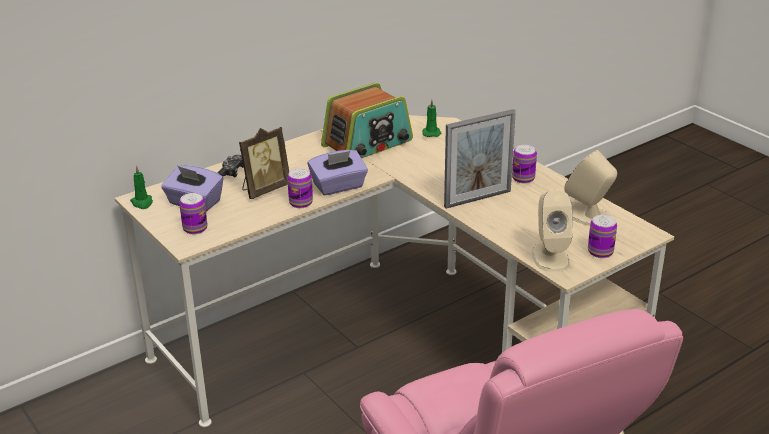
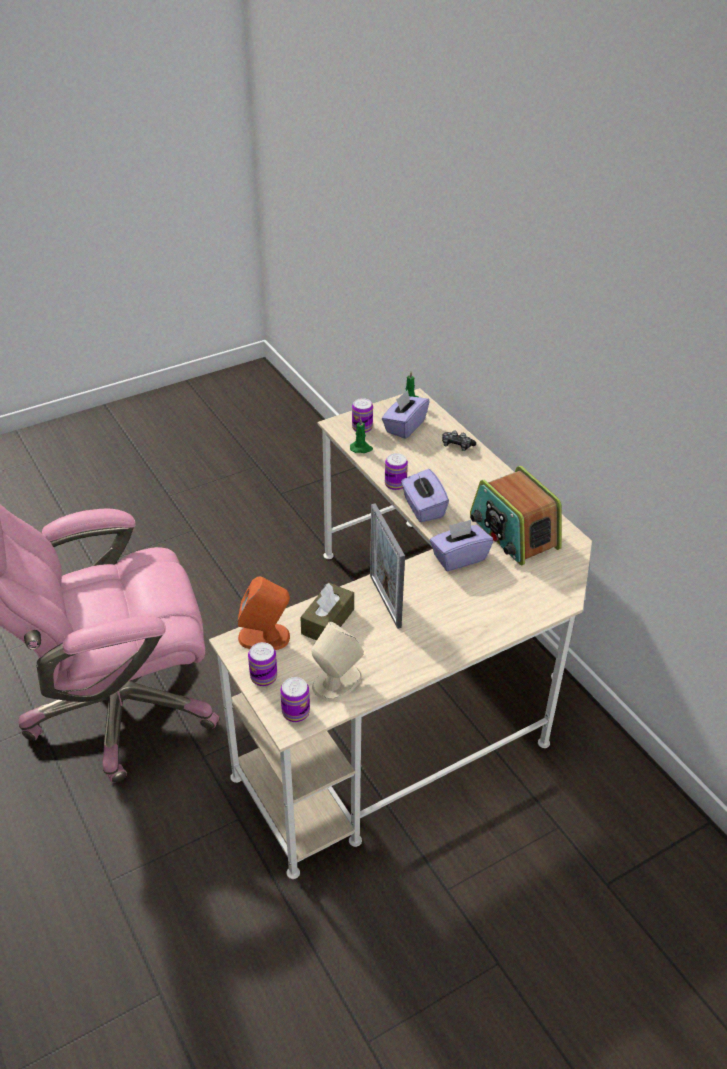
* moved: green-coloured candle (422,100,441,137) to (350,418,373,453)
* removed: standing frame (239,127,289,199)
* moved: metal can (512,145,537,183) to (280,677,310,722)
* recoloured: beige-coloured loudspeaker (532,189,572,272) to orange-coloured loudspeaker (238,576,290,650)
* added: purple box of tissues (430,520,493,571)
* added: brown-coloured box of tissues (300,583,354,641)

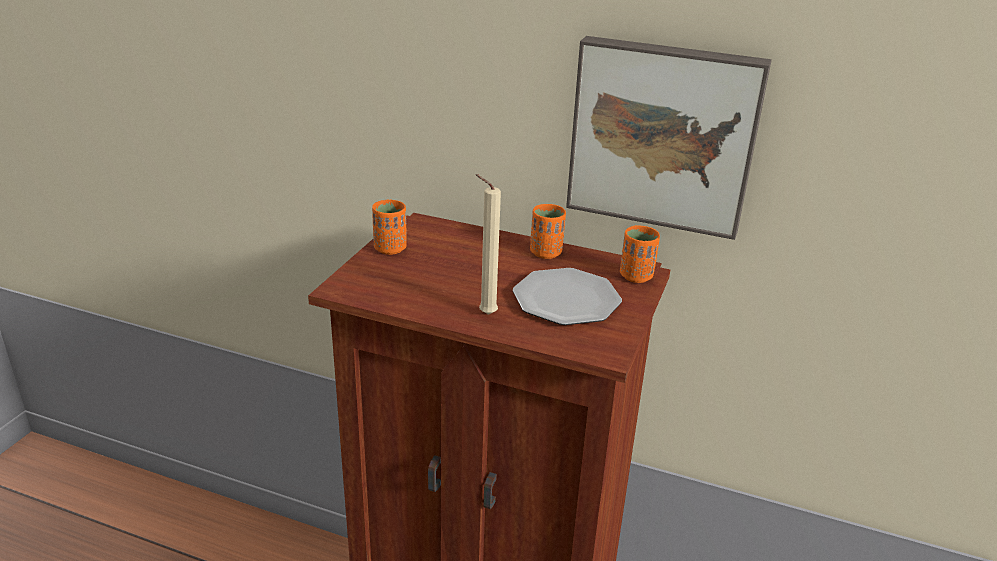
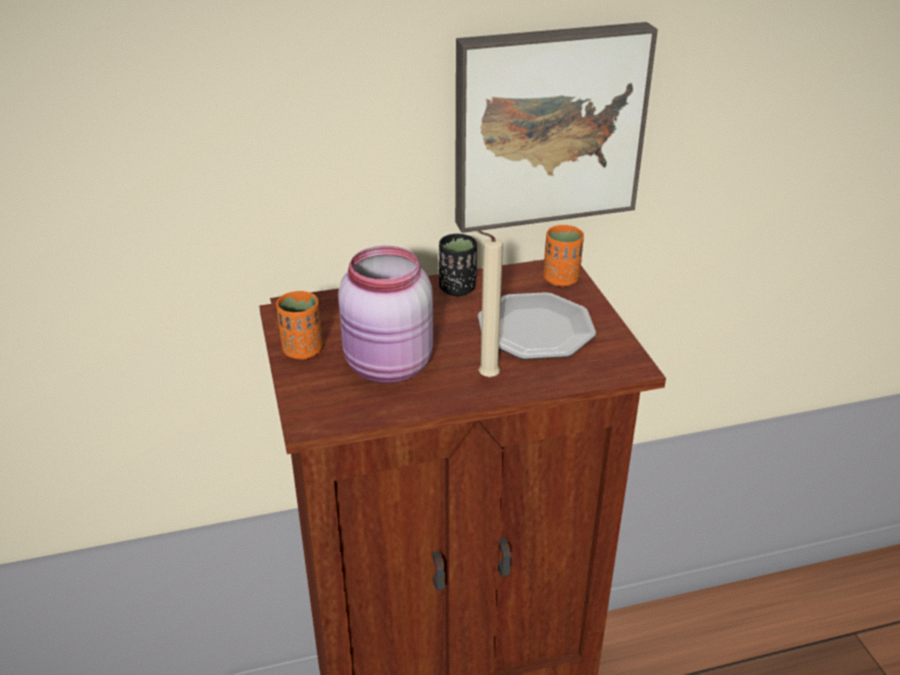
* recoloured: orange-coloured small cup (530,204,566,259) to blackish small cup (439,234,477,296)
* added: pink-coloured preserve jar (338,246,434,384)

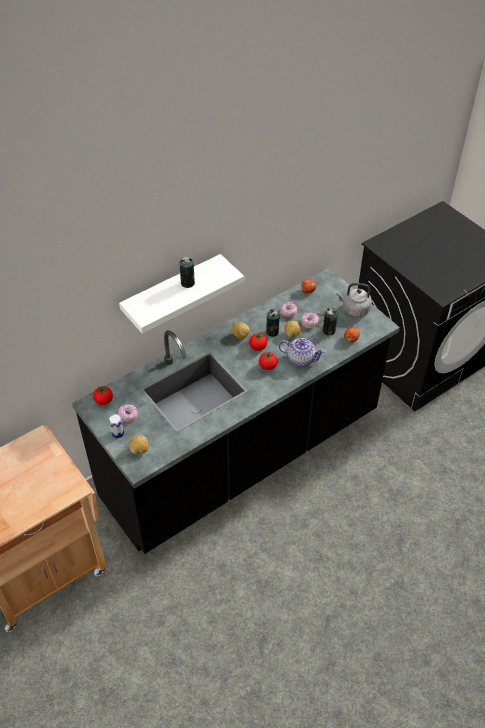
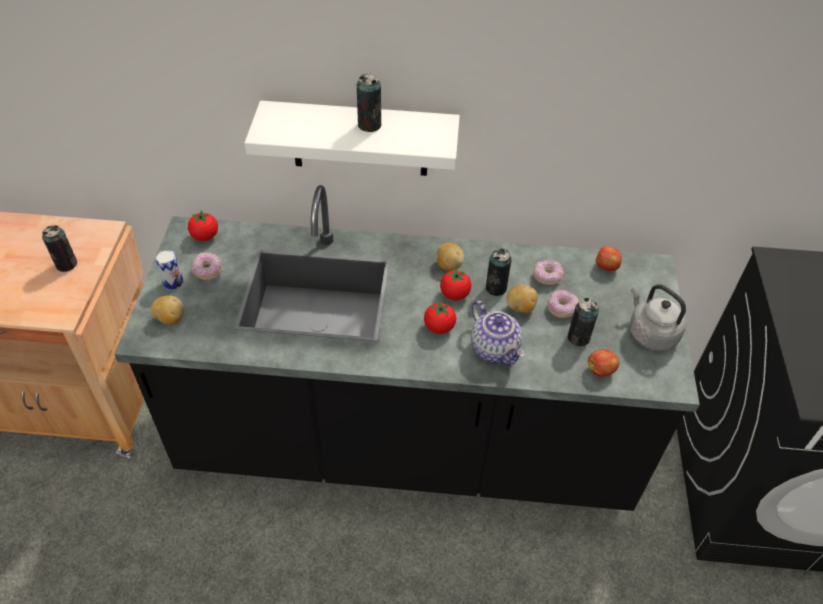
* added: metal can (42,225,77,272)

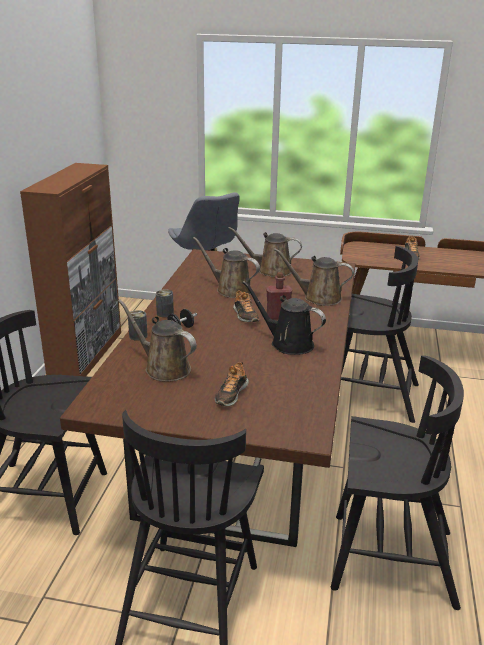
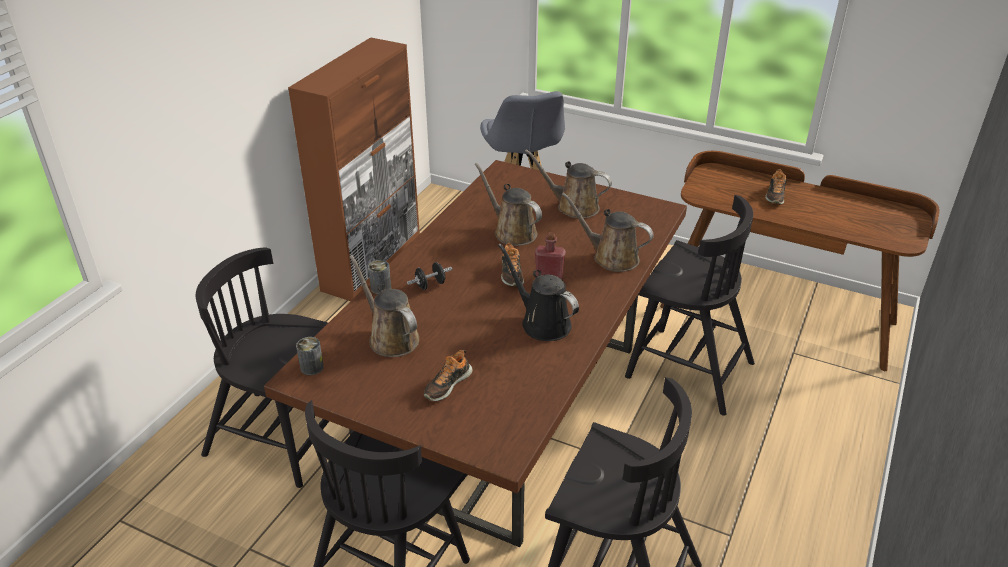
* moved: metal can (156,289,174,317) to (296,337,324,375)

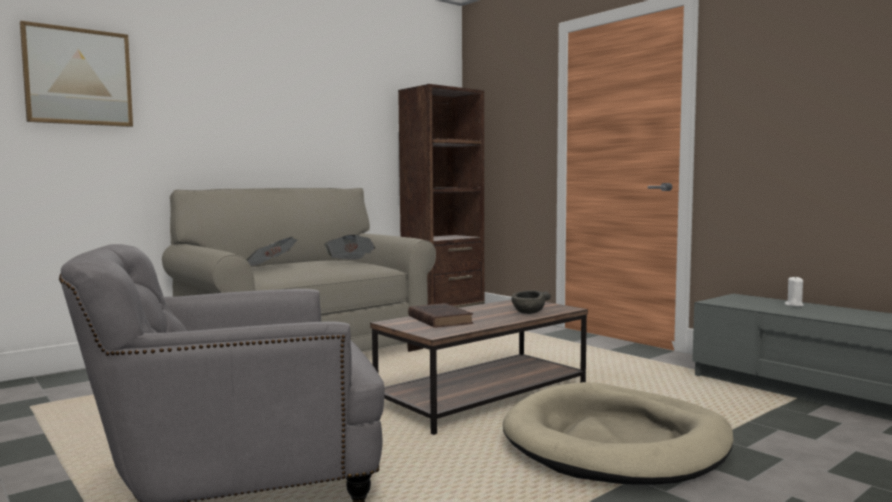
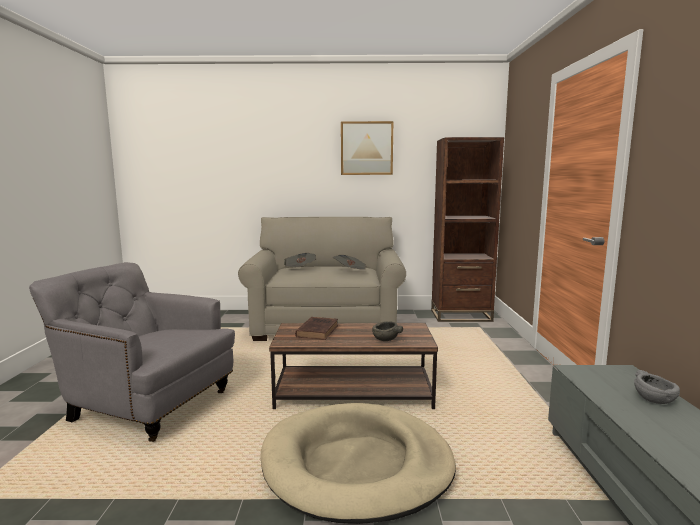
* moved: picture (20,21,133,127) to (341,121,393,175)
* replaced: white candle (784,276,804,307) to greyish serving bowl (634,370,680,404)

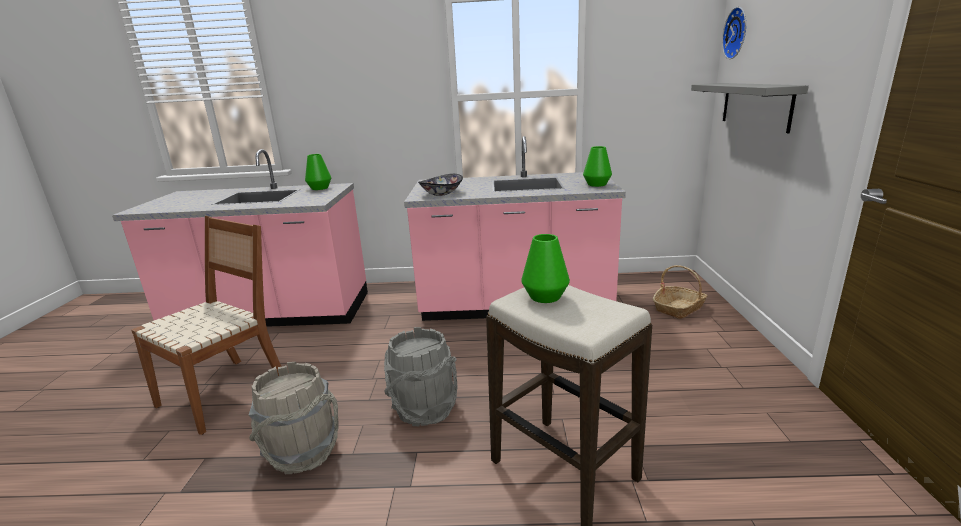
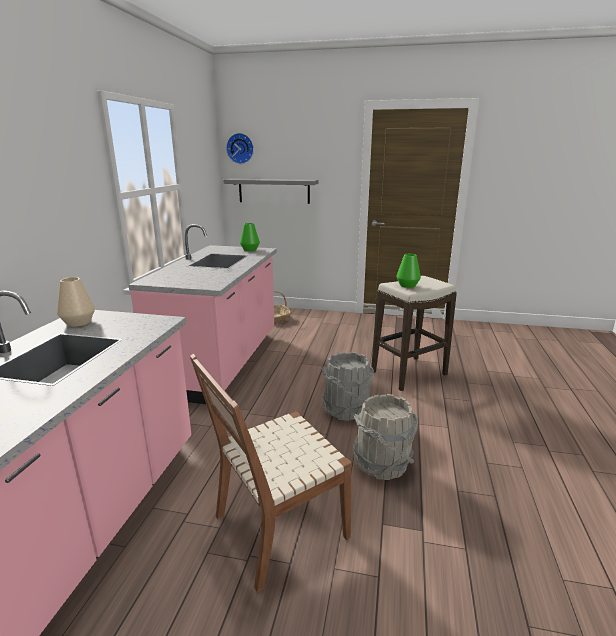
* recoloured: green-coloured flower vase (305,154,331,190) to beige-coloured flower vase (57,277,95,327)
* removed: serving bowl (418,174,463,196)
* turned: plain chair (131,216,282,435) = (190,354,352,592) 75 degrees counterclockwise

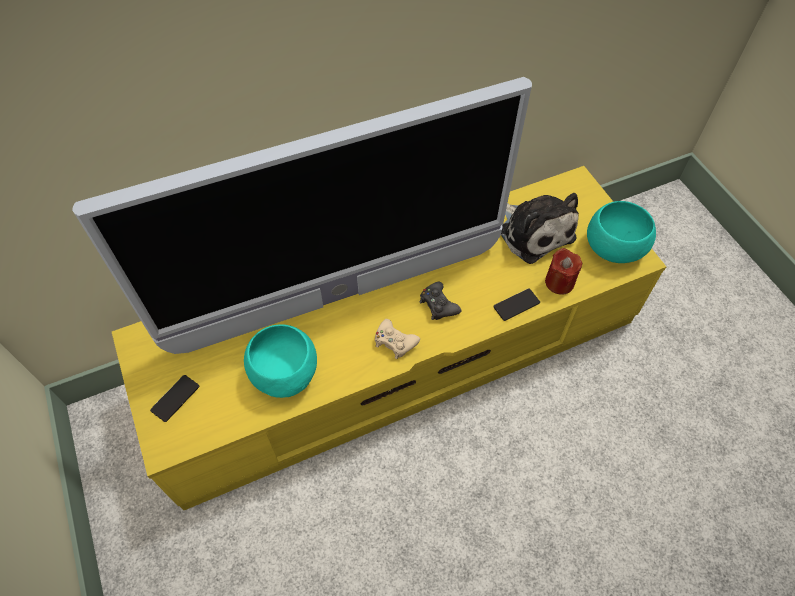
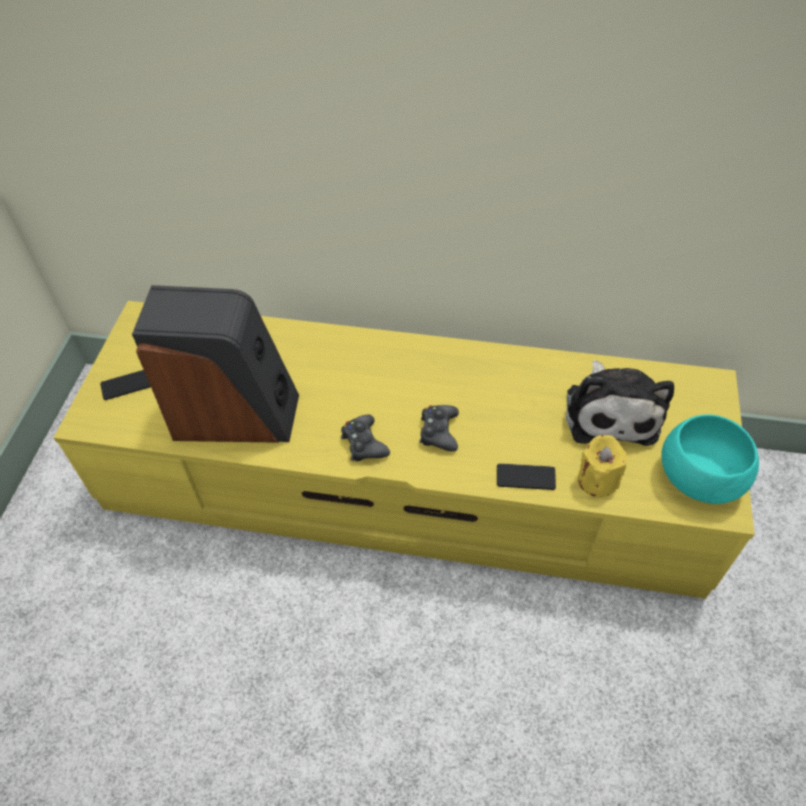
* removed: television (72,77,532,354)
* recoloured: red candle (545,248,582,294) to yellowish candle (578,435,627,497)
* recoloured: beige-coloured gamepad (375,319,420,359) to blackish gamepad (341,414,390,461)
* replaced: turquoise-coloured serving bowl (244,324,317,398) to loudspeaker (132,285,299,443)

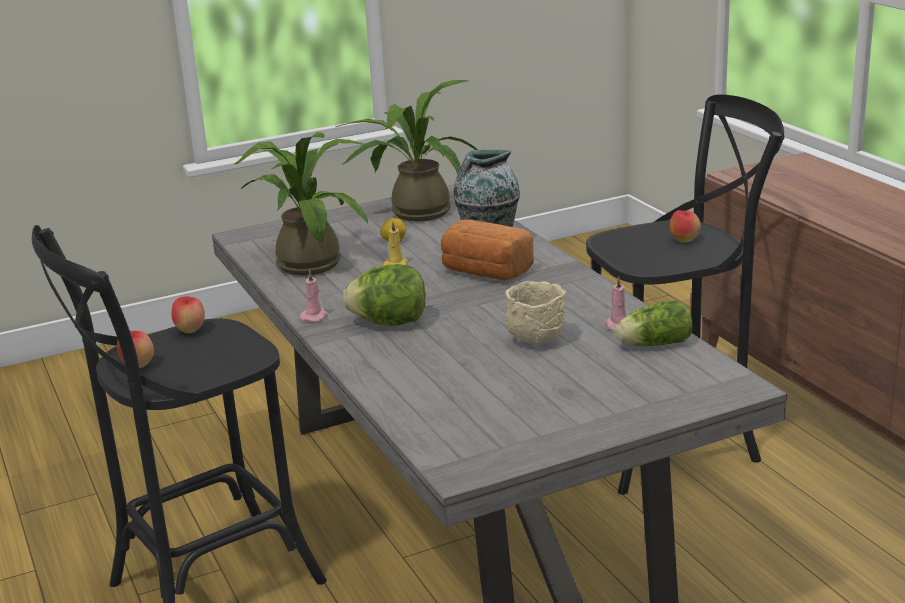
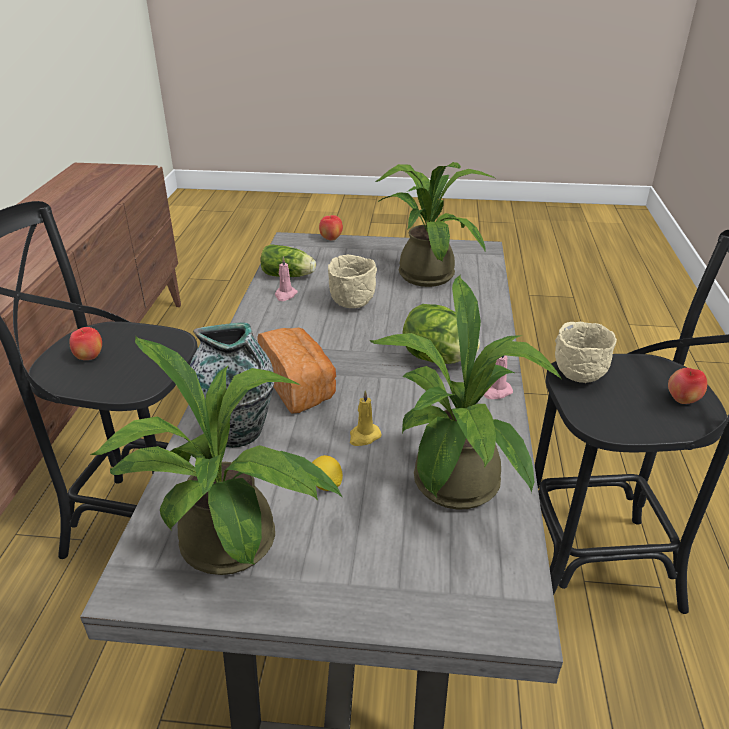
* moved: apple (171,296,205,333) to (319,215,343,241)
* added: houseplant (375,162,495,287)
* added: beige-coloured serving bowl (555,322,617,384)

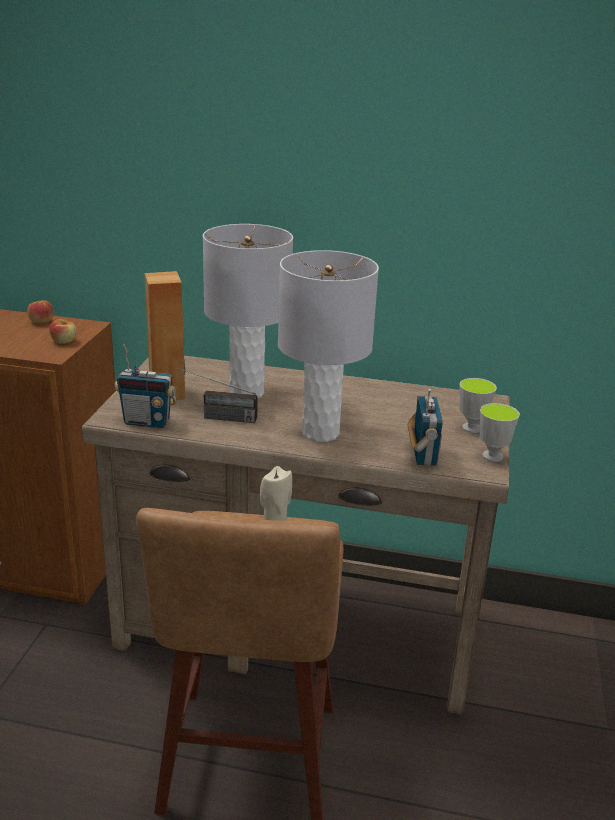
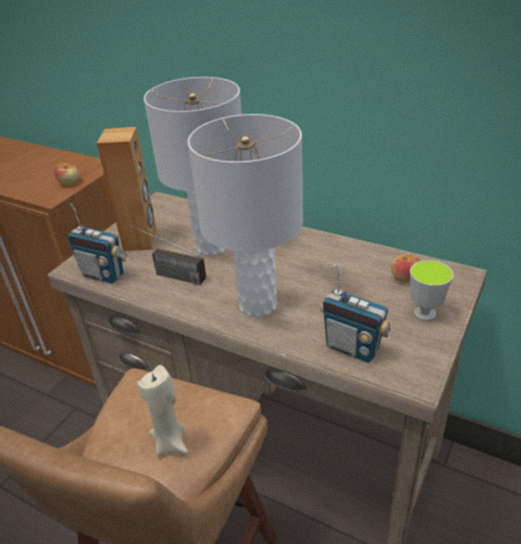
* moved: apple (27,300,53,323) to (391,254,420,283)
* turned: radio receiver (407,389,443,466) = (320,264,391,363) 105 degrees clockwise
* removed: small cup (480,403,520,462)

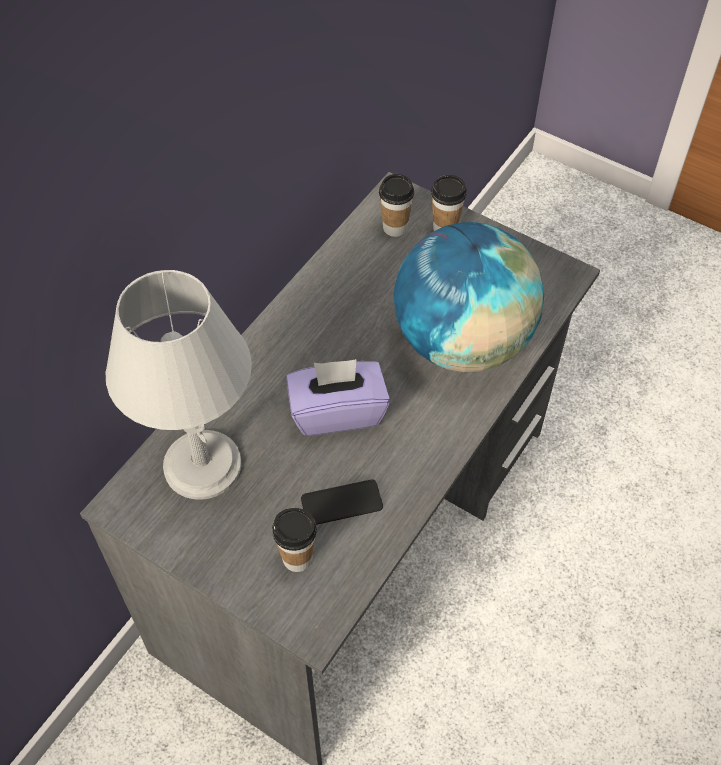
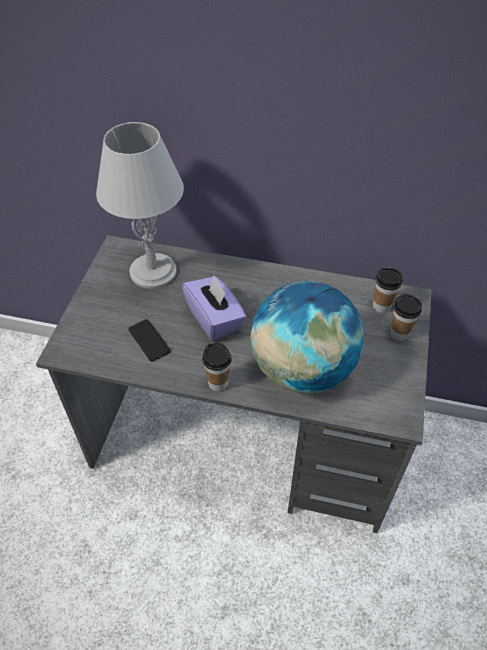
* moved: small cup (272,508,317,572) to (202,343,232,391)

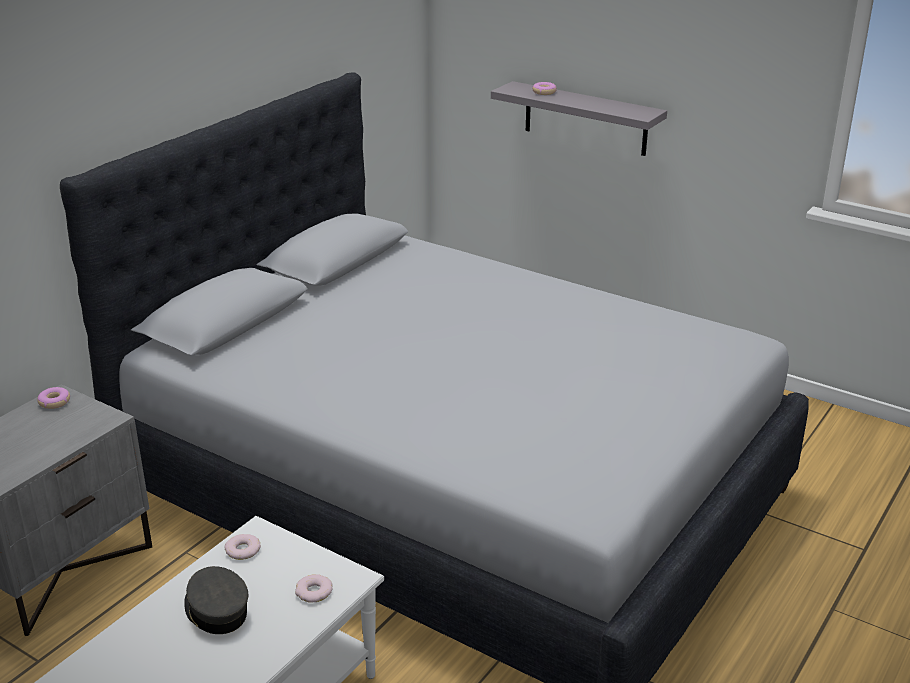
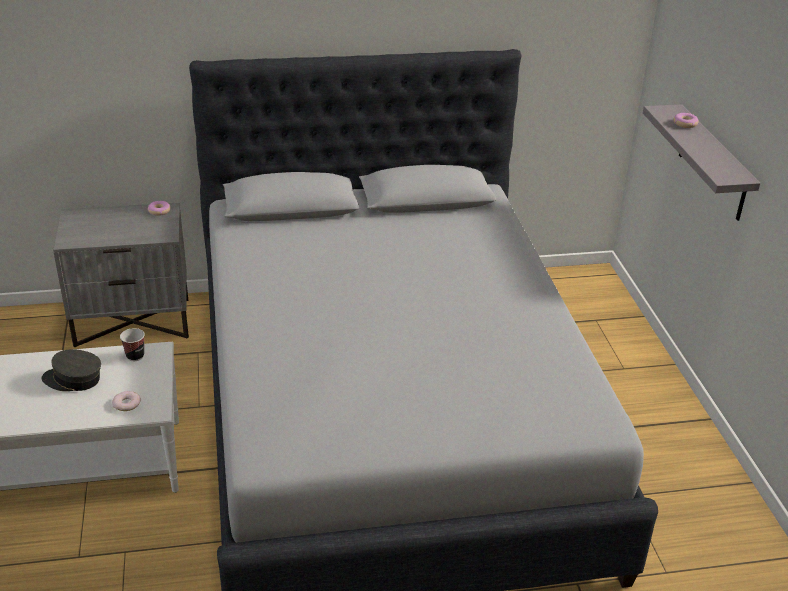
* replaced: ring doughnut (224,534,261,560) to small cup (120,328,145,361)
* turned: greyish baseball cap (184,566,248,634) = (42,349,101,391) 90 degrees counterclockwise

